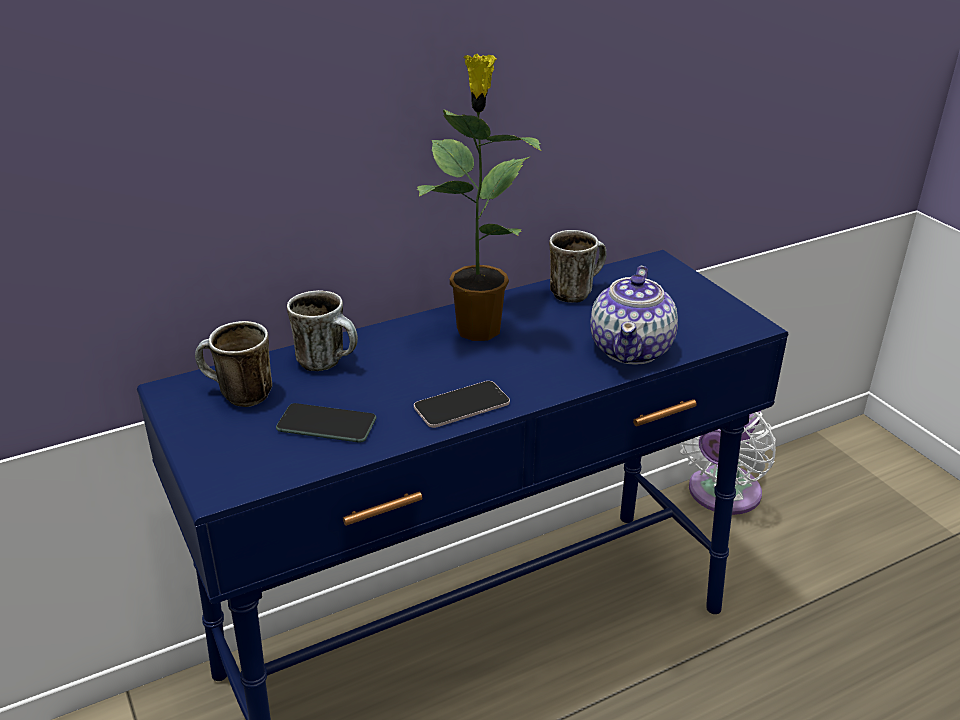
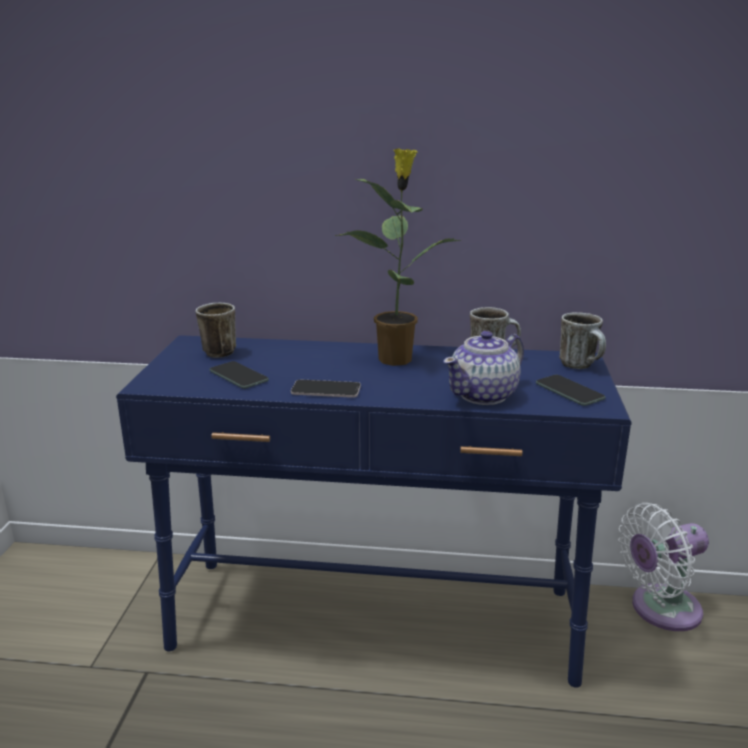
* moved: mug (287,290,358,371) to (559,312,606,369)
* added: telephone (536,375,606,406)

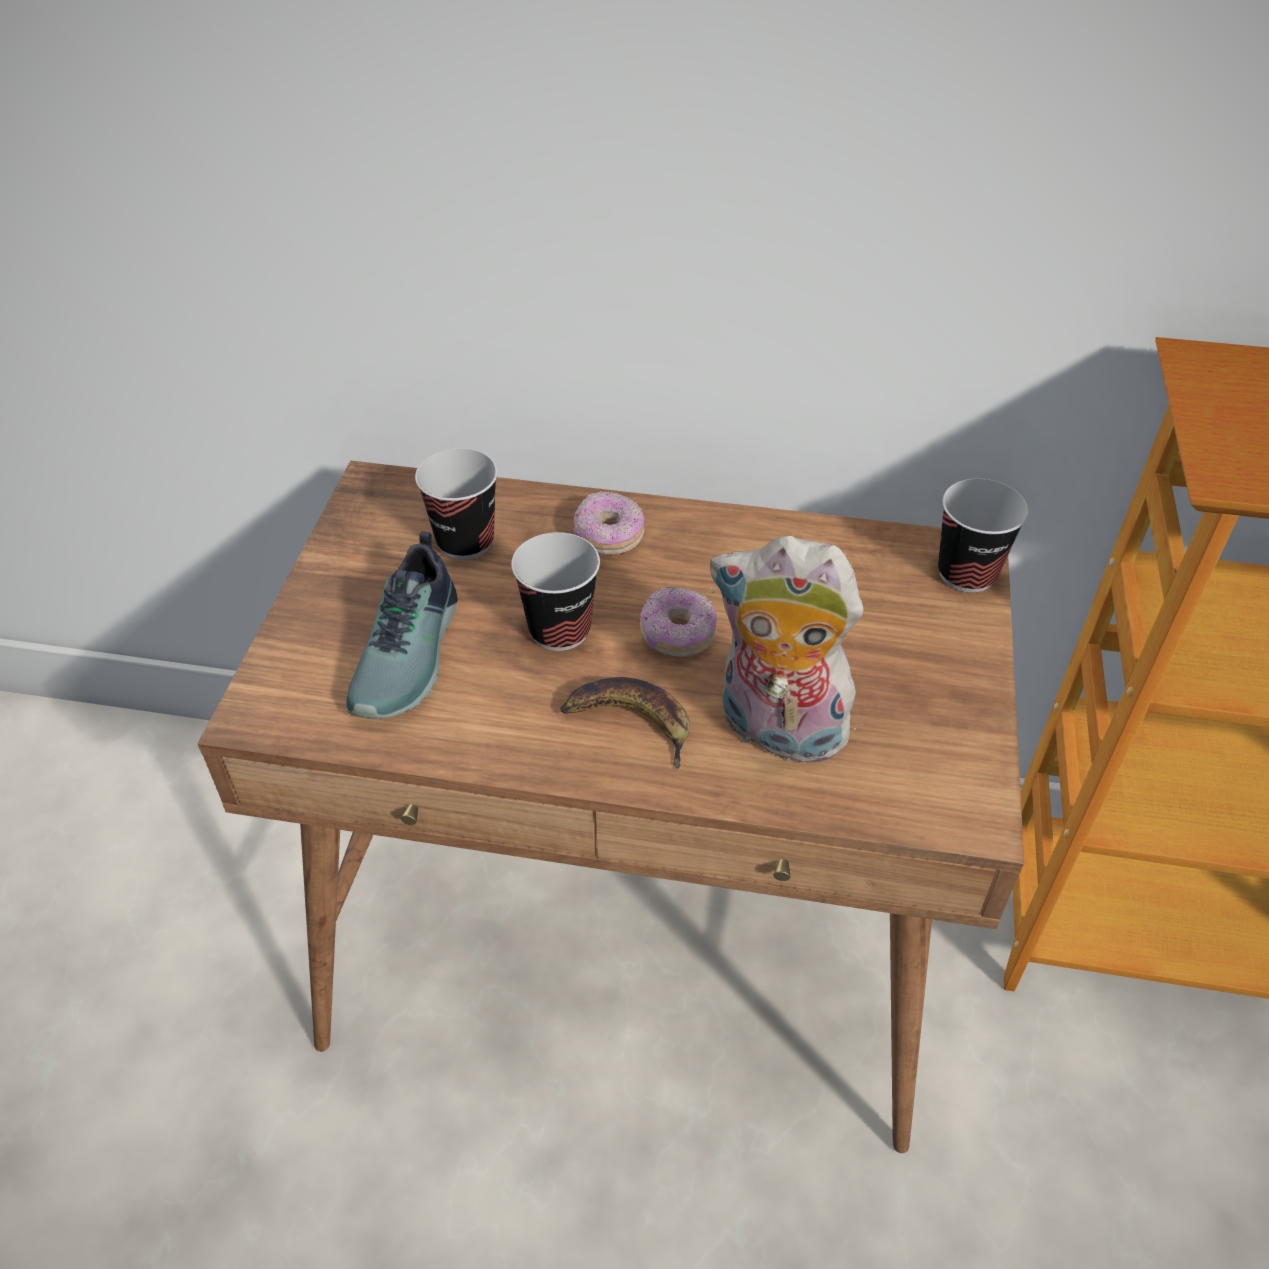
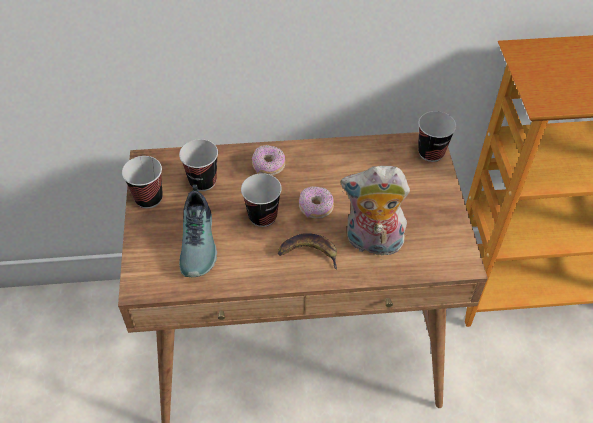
* added: small cup (122,156,163,209)

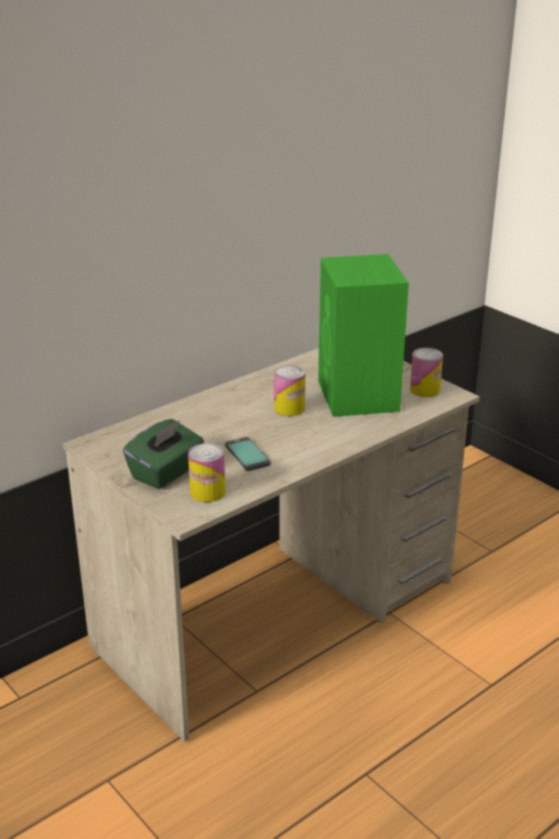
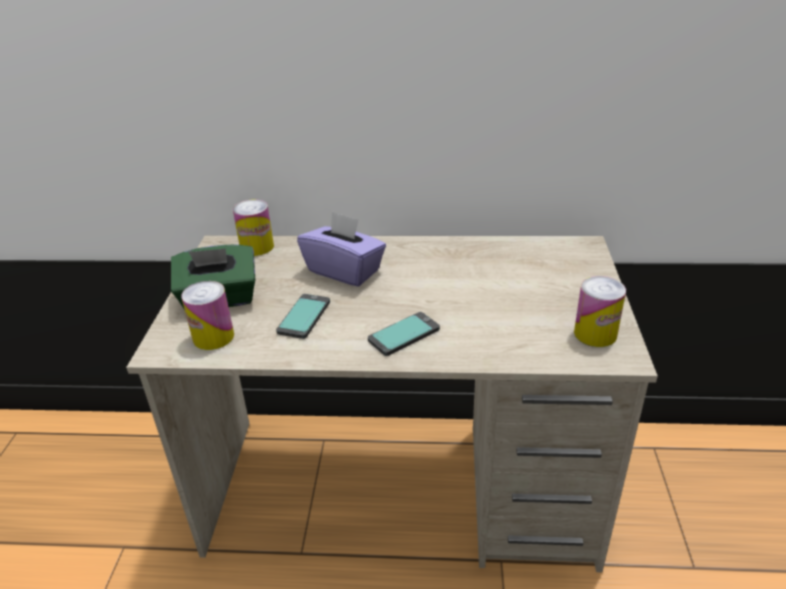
* removed: green-coloured loudspeaker (318,254,409,417)
* moved: metal can (274,365,305,416) to (233,200,274,256)
* added: purple box of tissues (297,211,386,287)
* added: telephone (368,312,440,356)

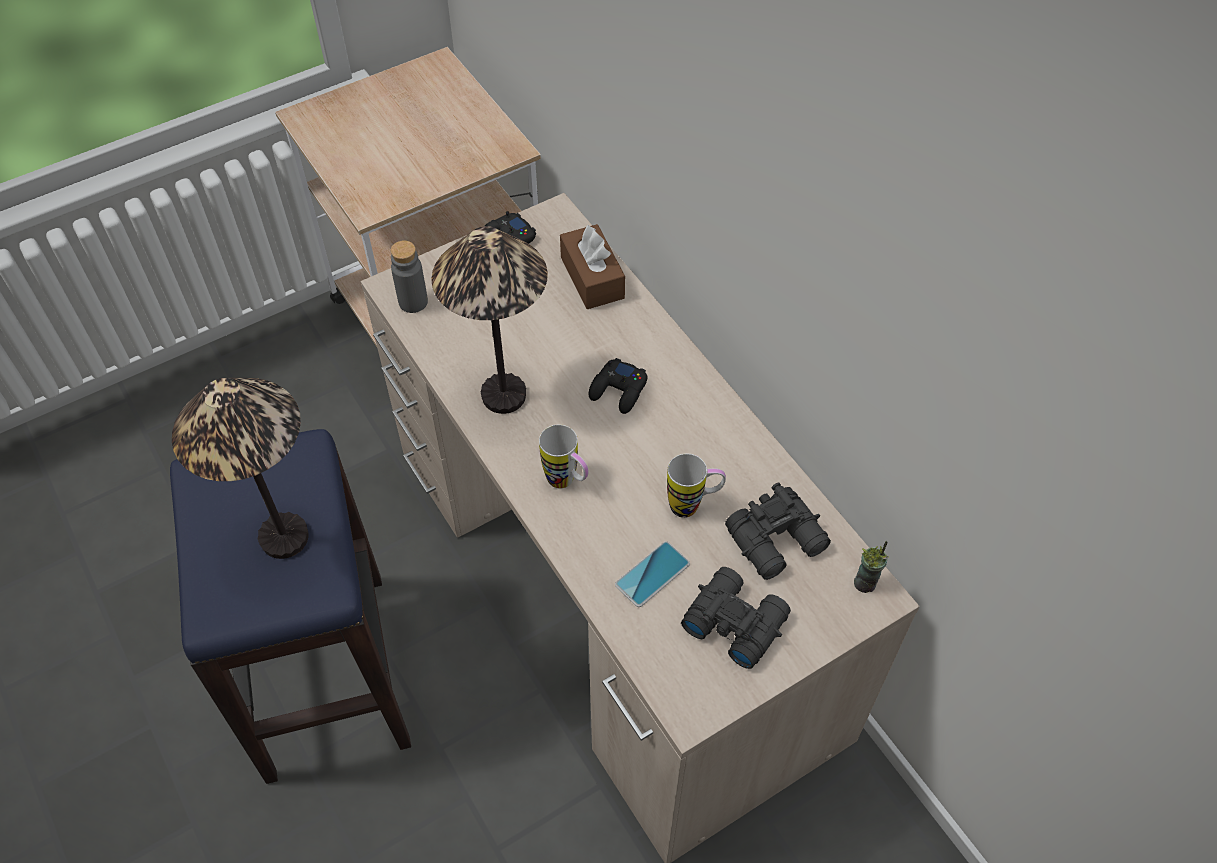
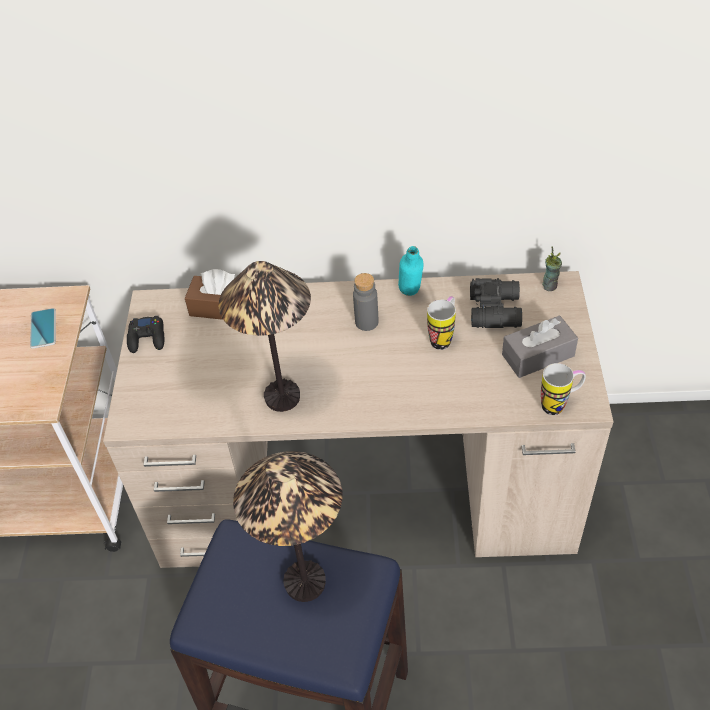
* moved: greyish bottle (390,240,428,313) to (353,273,378,331)
* removed: blackish gamepad (589,358,647,414)
* moved: mug (539,424,589,488) to (541,363,586,415)
* moved: telephone (615,541,690,607) to (30,308,56,349)
* replaced: blackish binoculars (681,567,791,669) to greyish box of tissues (502,316,578,378)
* added: turquoise-coloured bottle (398,246,424,296)

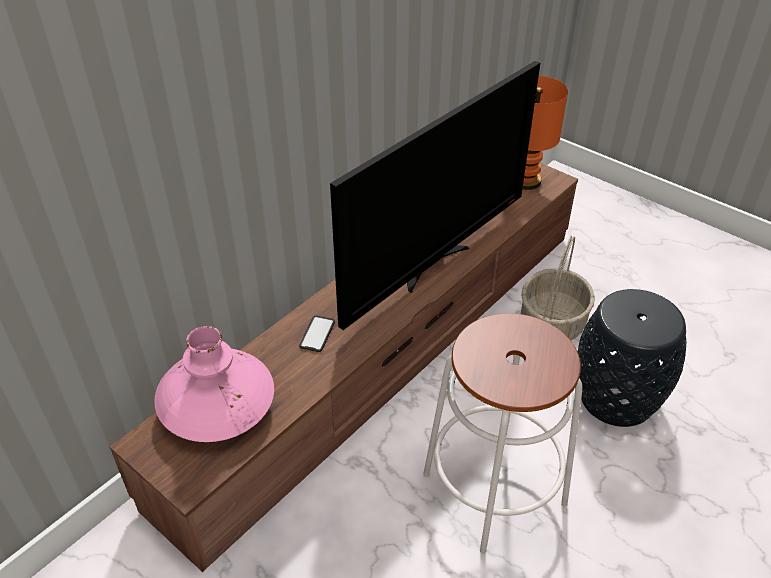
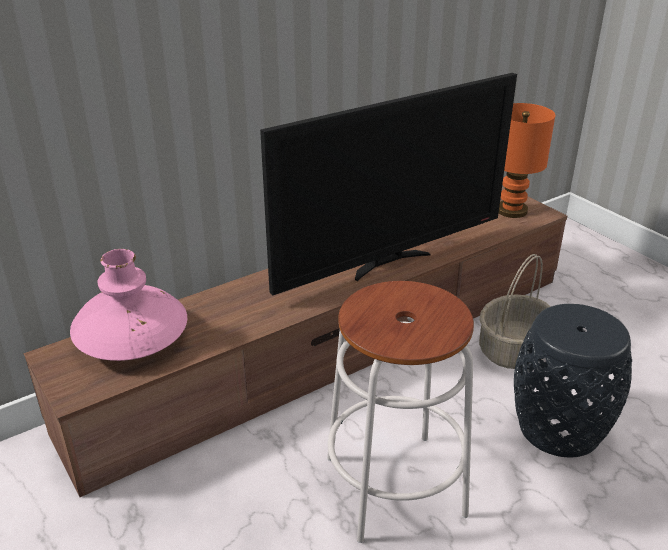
* removed: telephone (299,316,335,352)

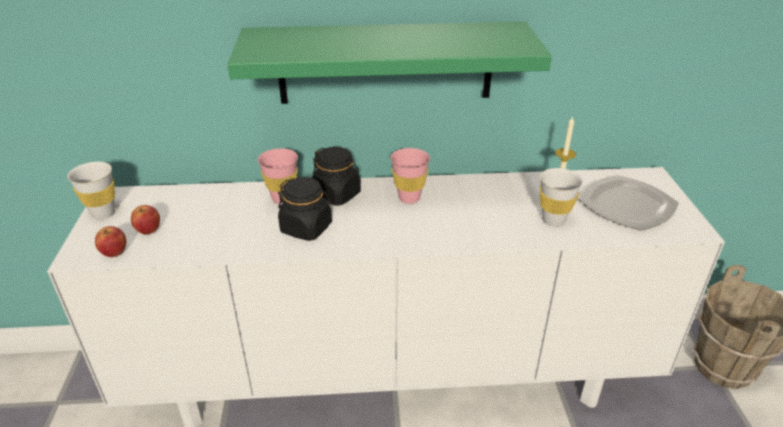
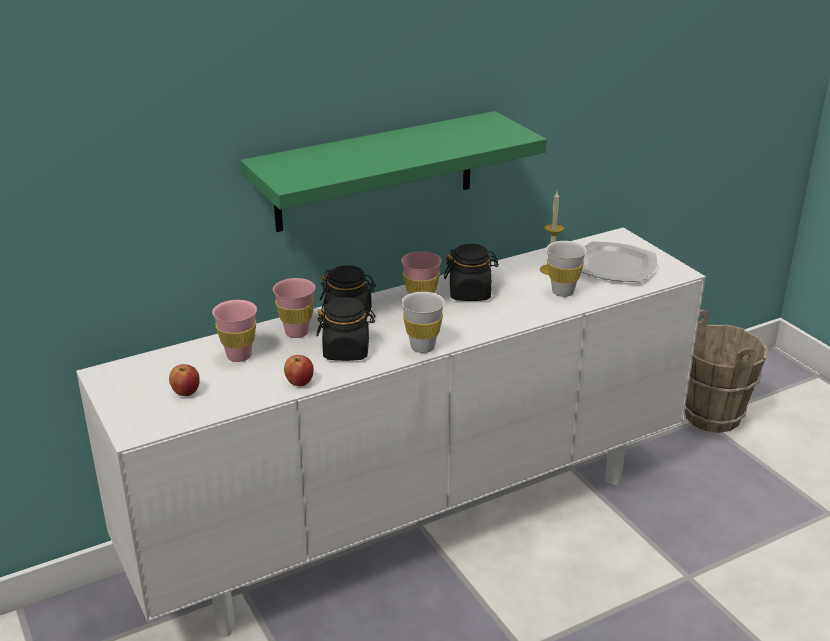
* moved: white small cup (67,162,115,219) to (401,292,445,353)
* moved: apple (95,226,126,257) to (284,355,314,386)
* added: blackish preserve jar (444,244,499,301)
* added: pink-coloured small cup (212,300,257,362)

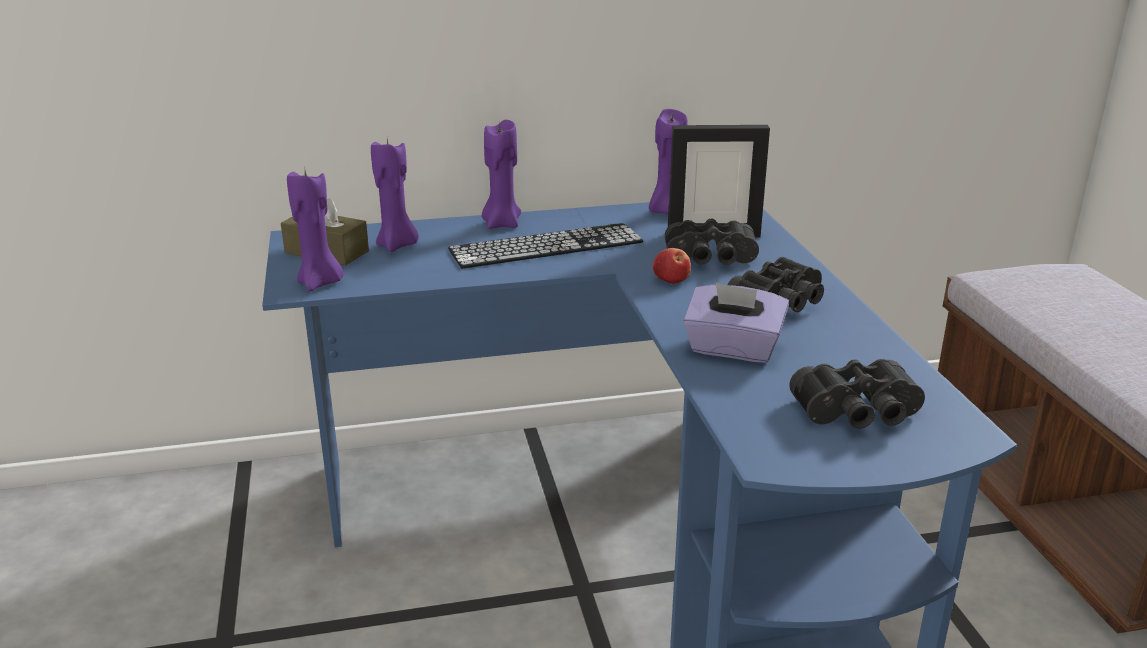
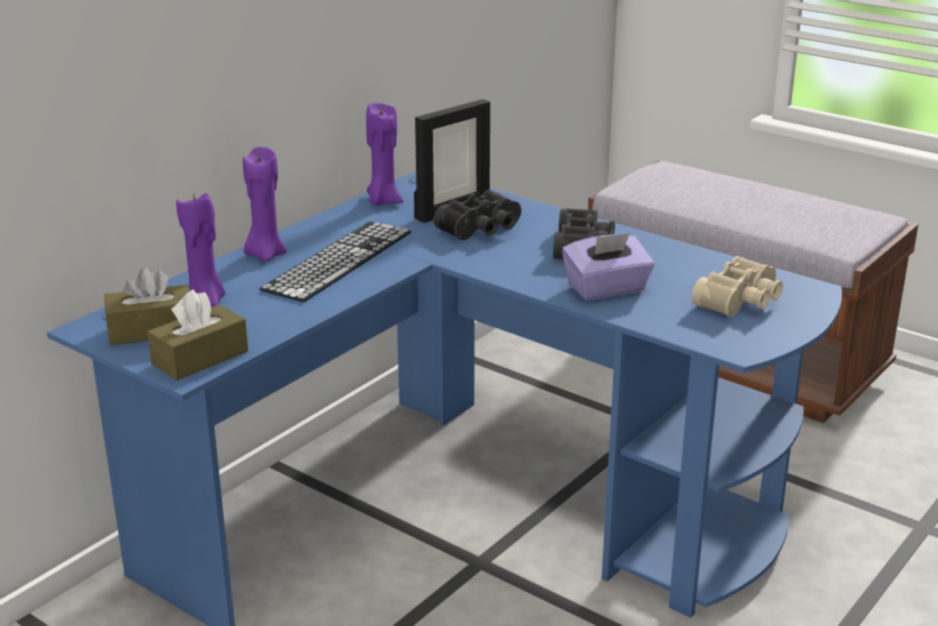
* replaced: purple candle (287,171,344,291) to brown-coloured box of tissues (147,290,248,380)
* removed: apple (653,248,691,283)
* recoloured: blackish binoculars (789,359,925,429) to beige-coloured binoculars (692,256,783,317)

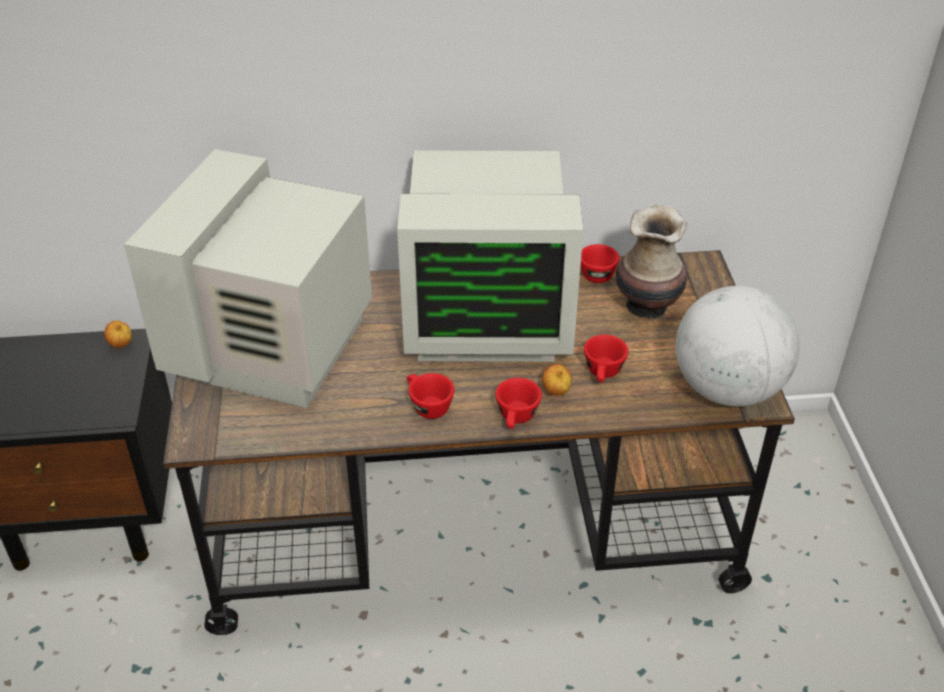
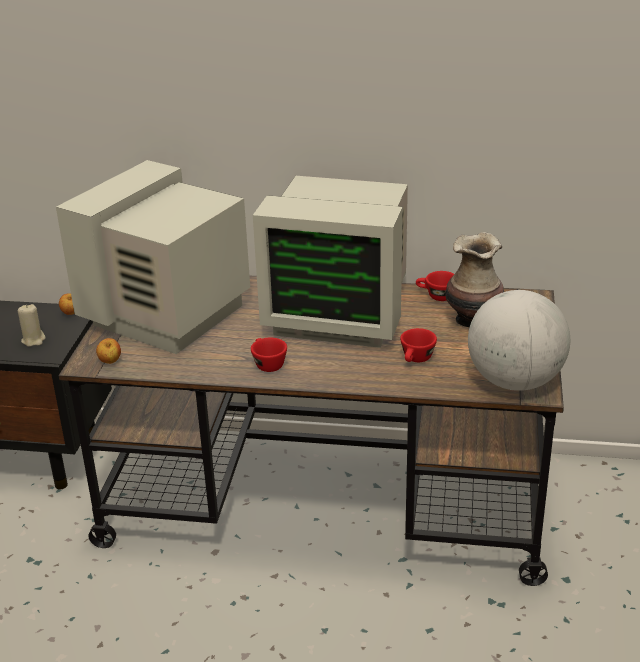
* moved: apple (542,364,572,396) to (96,338,121,364)
* removed: red small cup (495,378,542,429)
* added: beige-coloured candle (18,304,45,347)

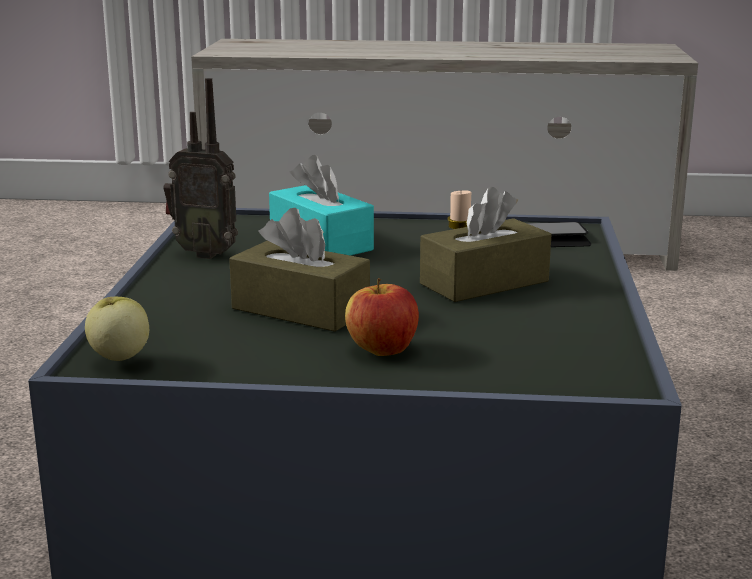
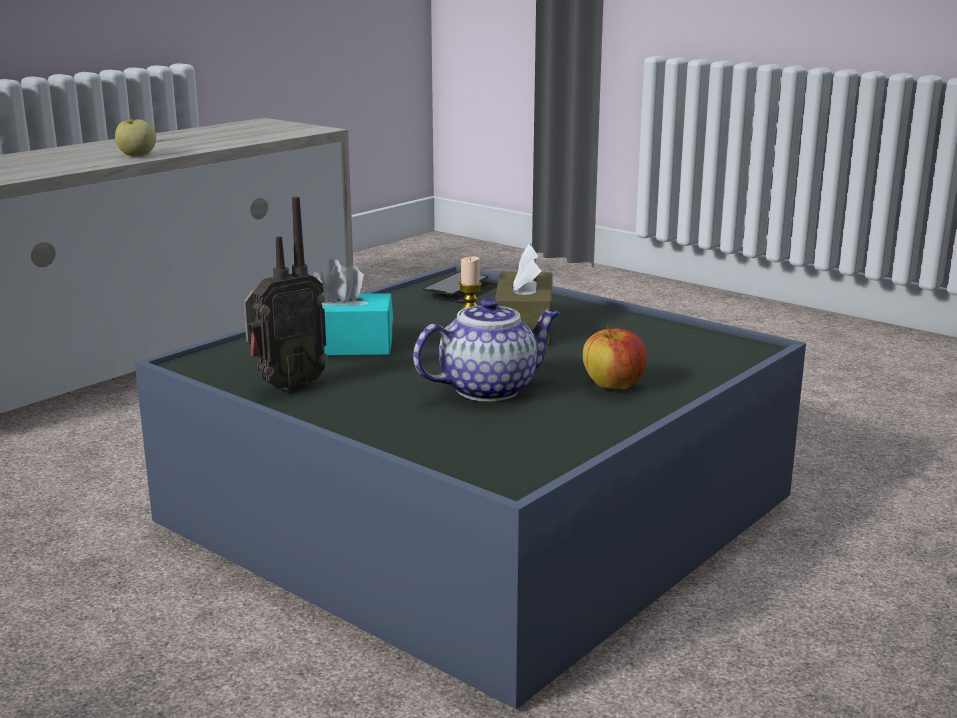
* replaced: brown-coloured box of tissues (229,208,370,332) to tea pot (413,297,560,401)
* moved: apple (85,297,149,361) to (115,119,156,156)

